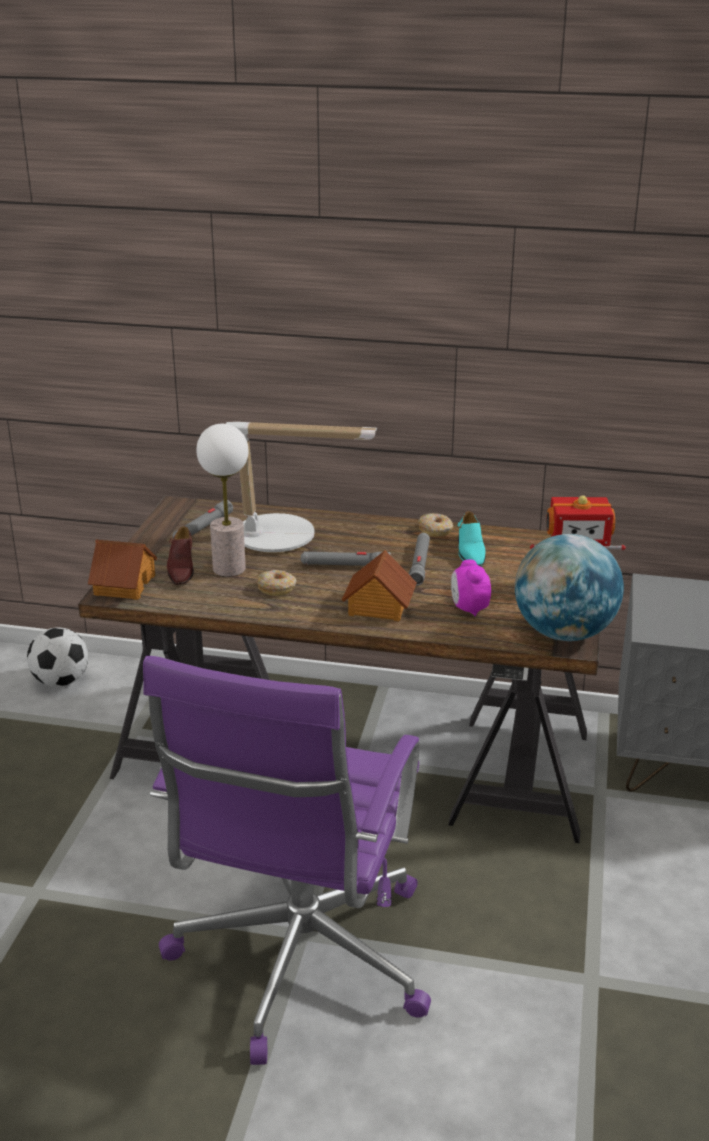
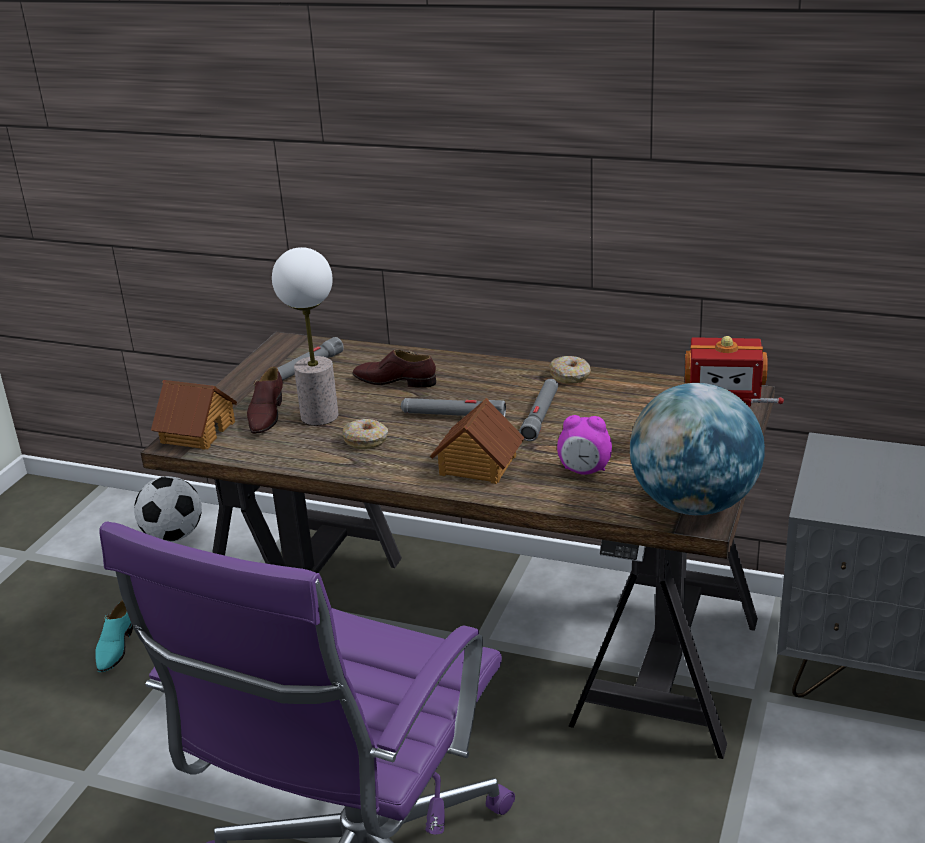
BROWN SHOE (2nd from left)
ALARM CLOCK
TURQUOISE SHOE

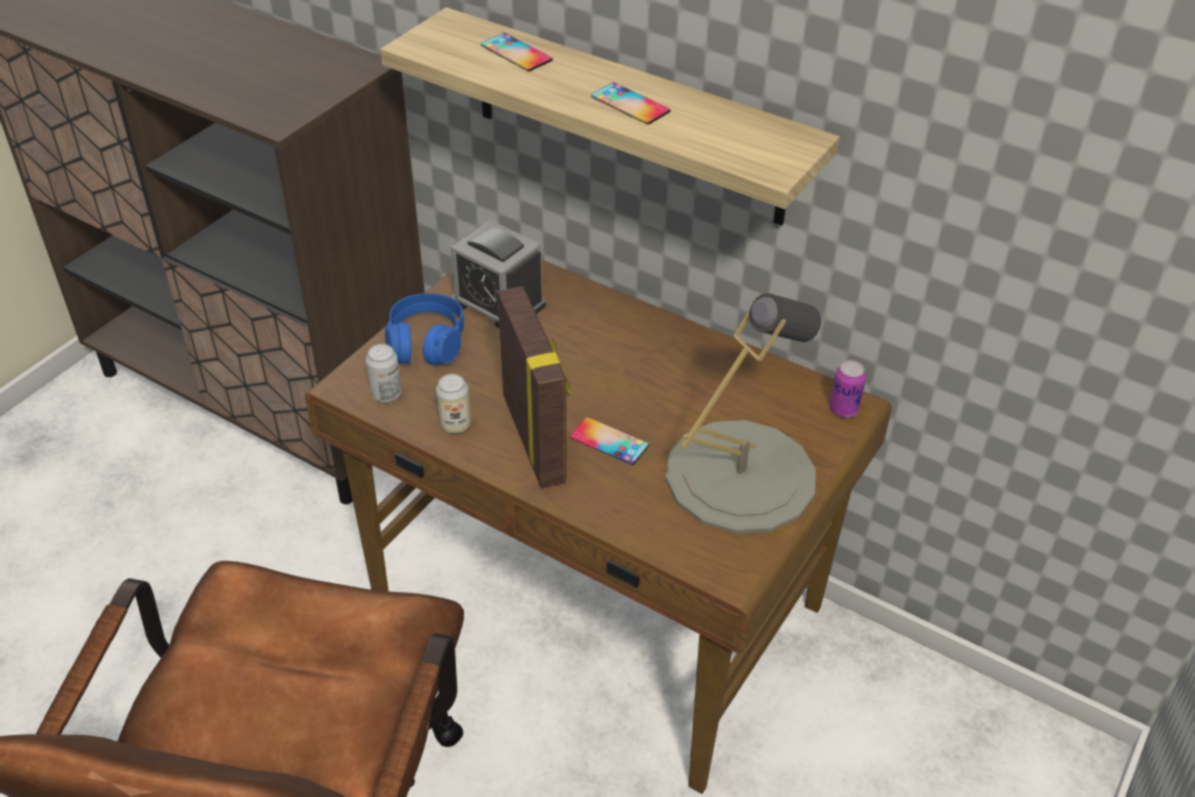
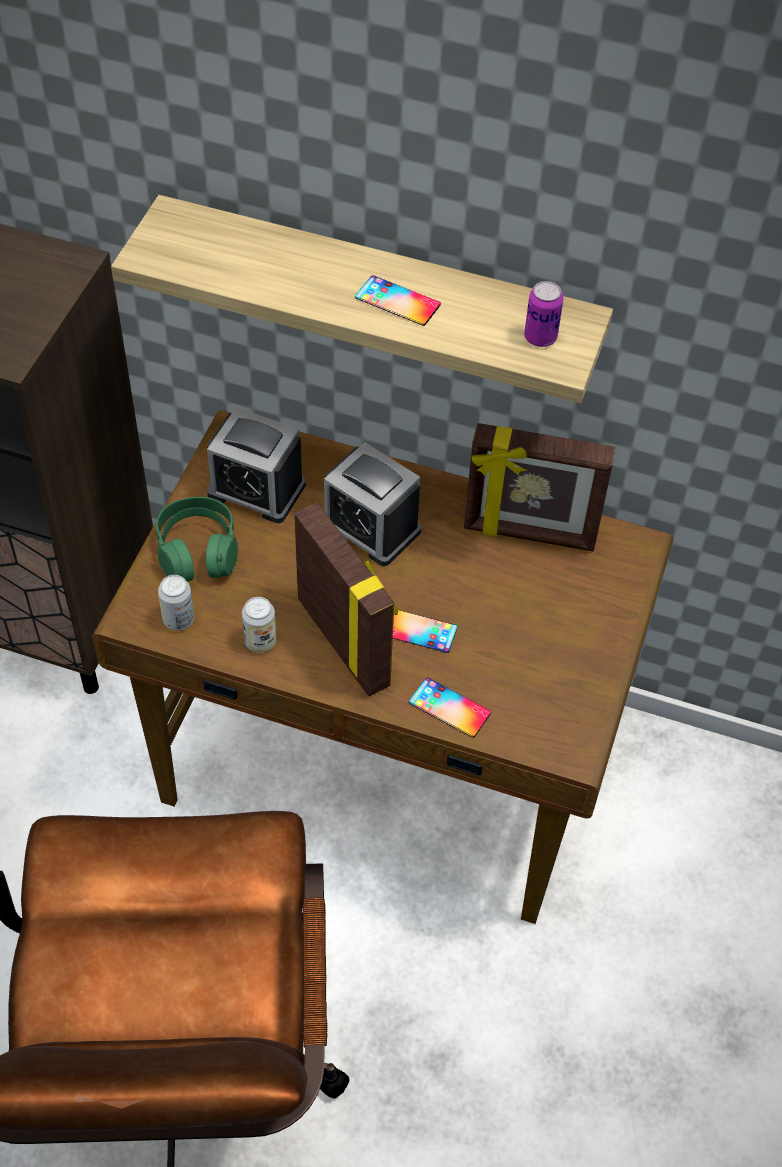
GREEN HEADPHONES
PHONE (3rd from left)
GREY TABLE LAMP
CAN (3rd from left)
ALARM CLOCK (2nd from left)
PICTURE FRAME (2nd from left)

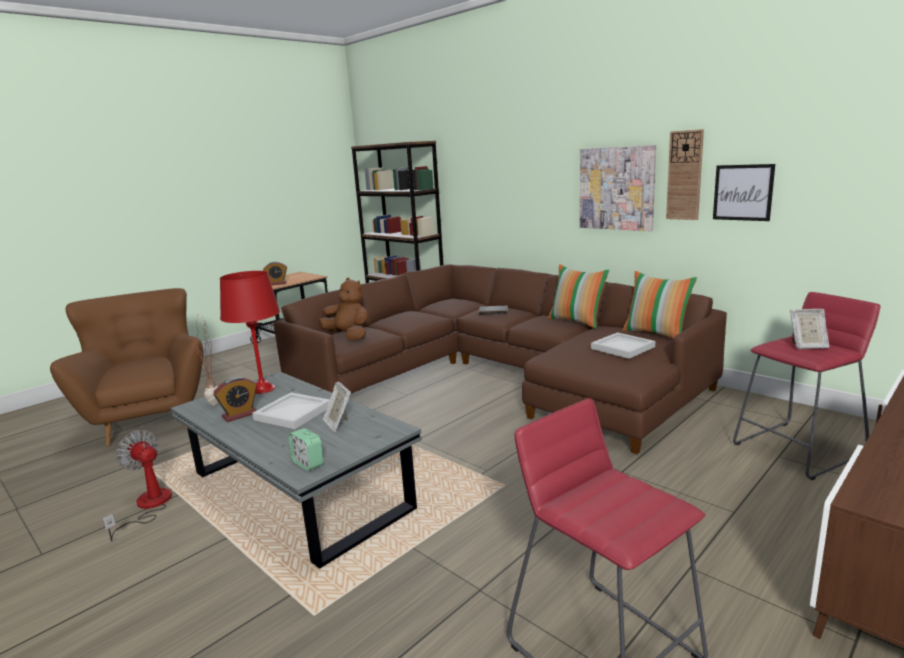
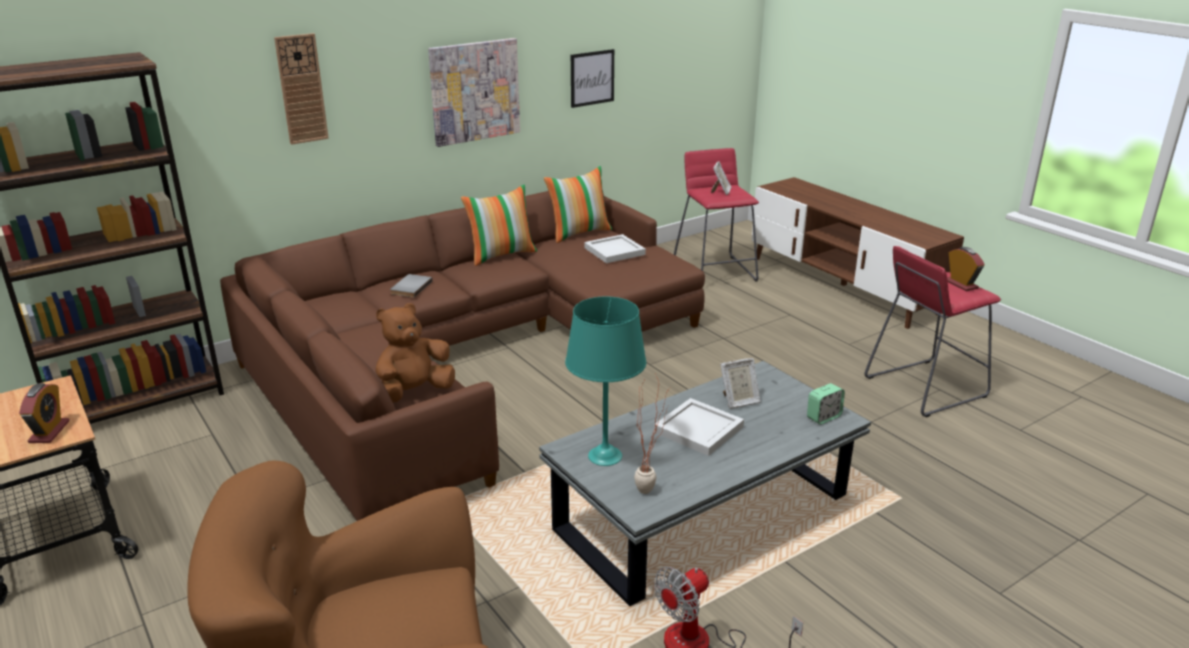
ALARM CLOCK (3rd from left)
TURQUOISE TABLE LAMP
WALL CLOCK

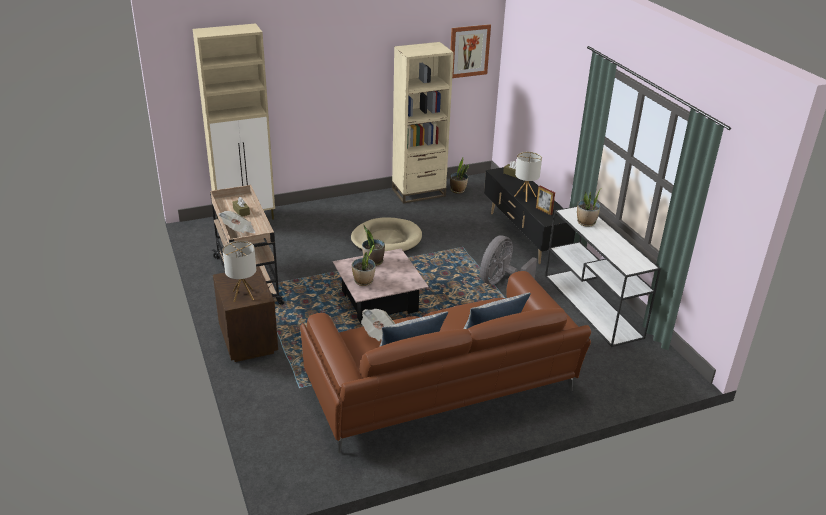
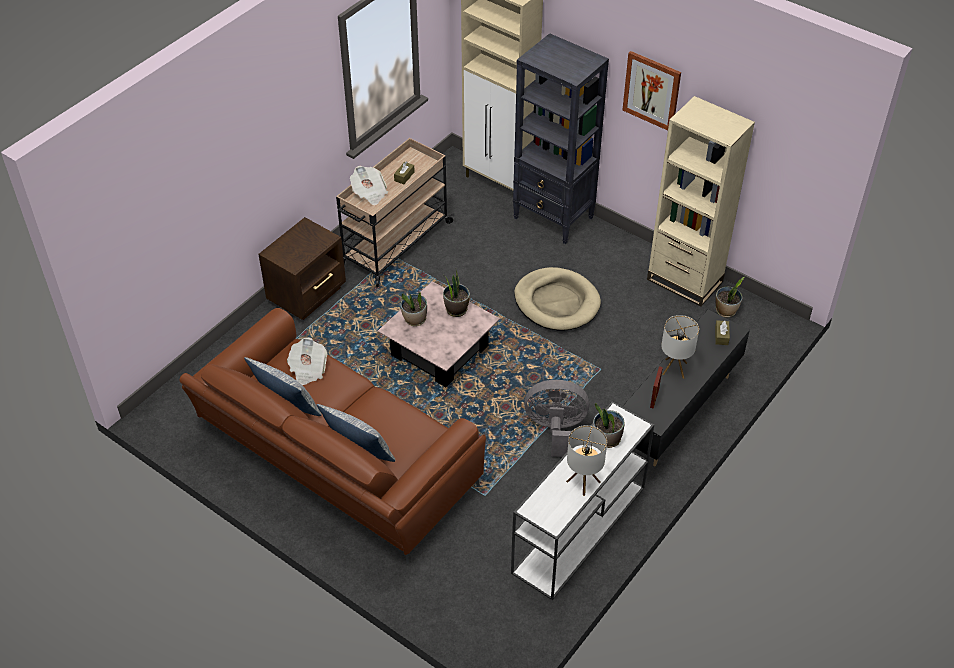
TABLE LAMP (1st from left)
PICTURE
BLACK BOOKCASE

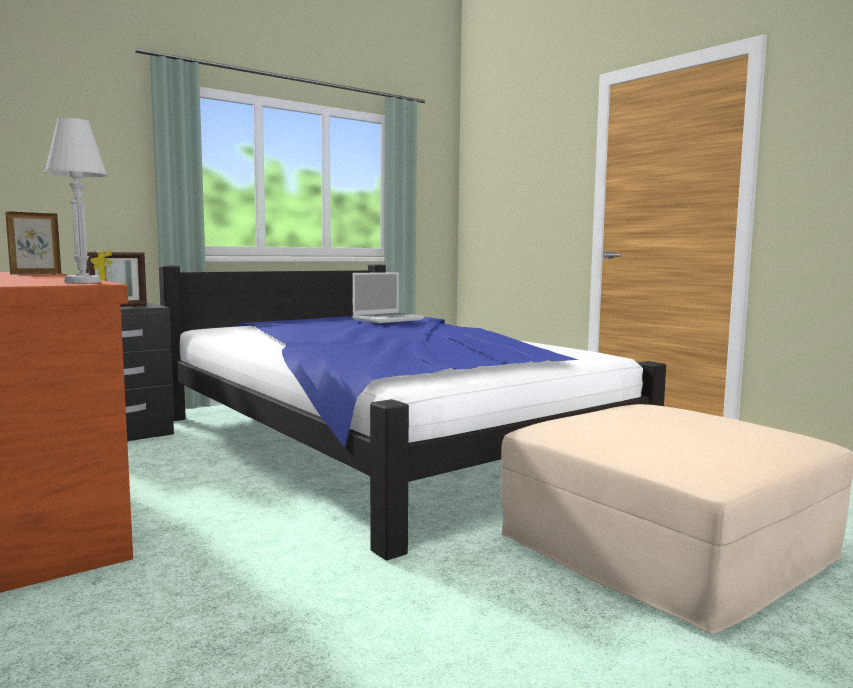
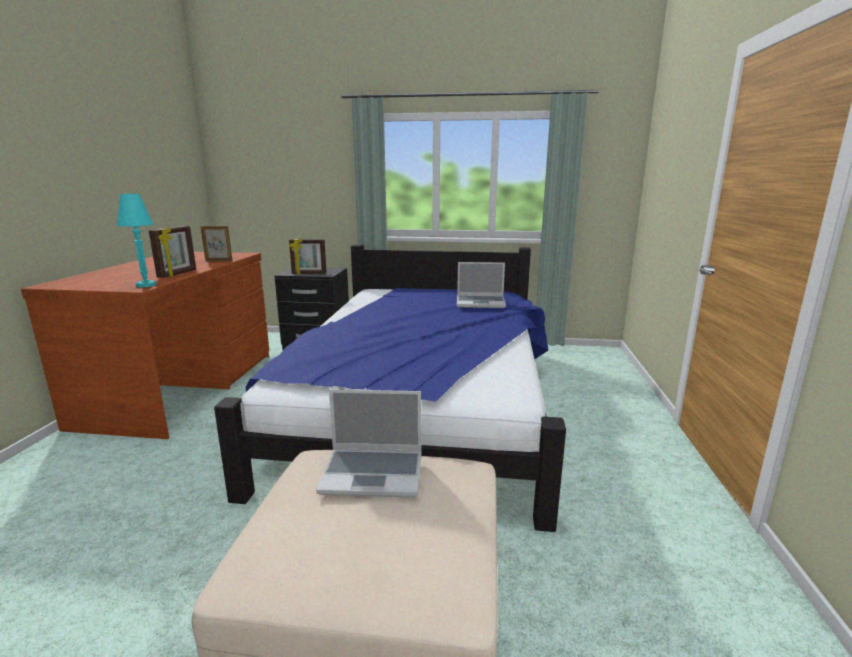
TURQUOISE TABLE LAMP
PICTURE FRAME (1st from left)
LAPTOP (1st from left)

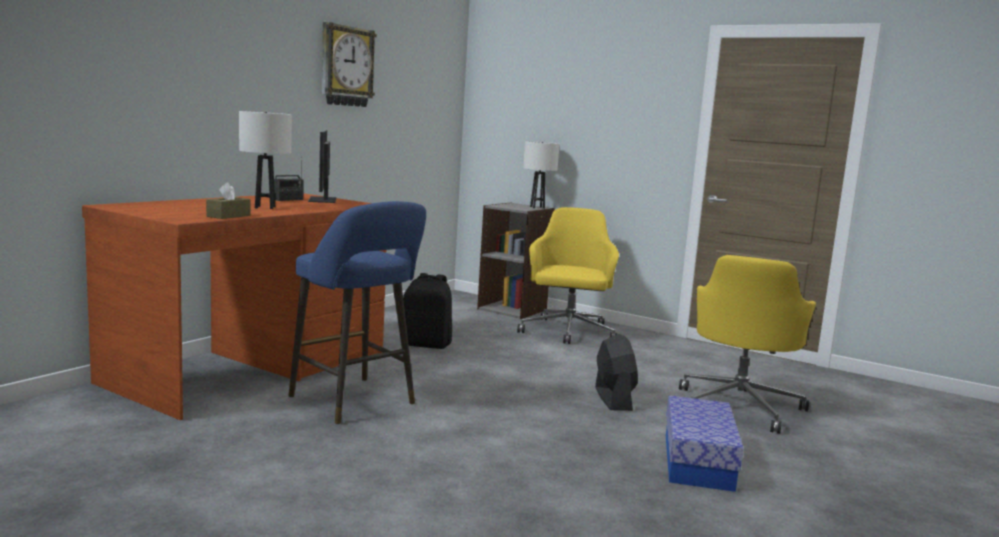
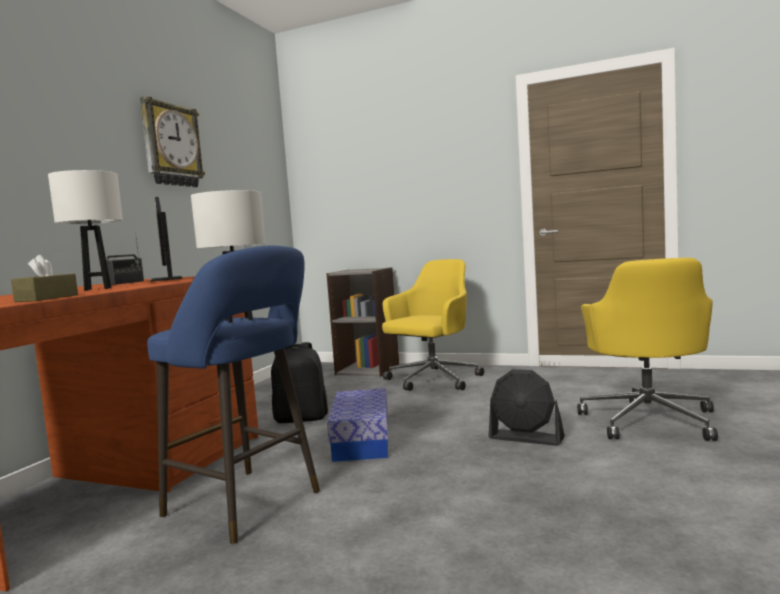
YELLOW OFFICE CHAIR (1st from left)
WHITE TABLE LAMP (2nd from left)
BLACK FAN
STORAGE BOX

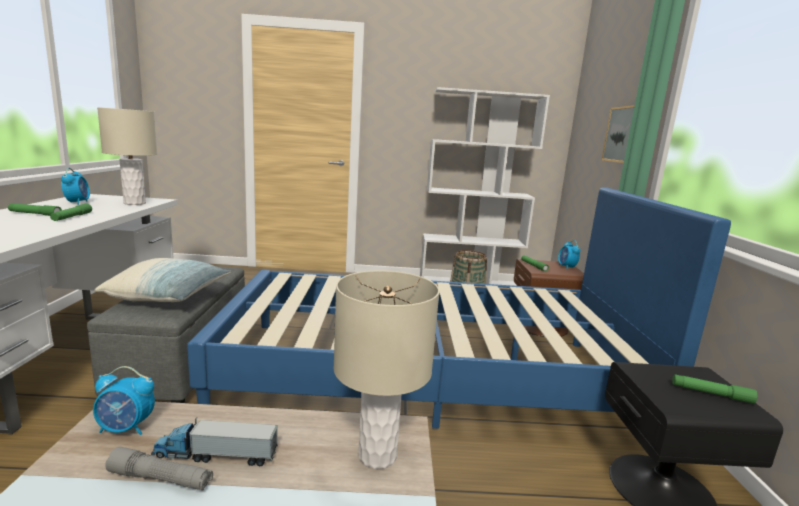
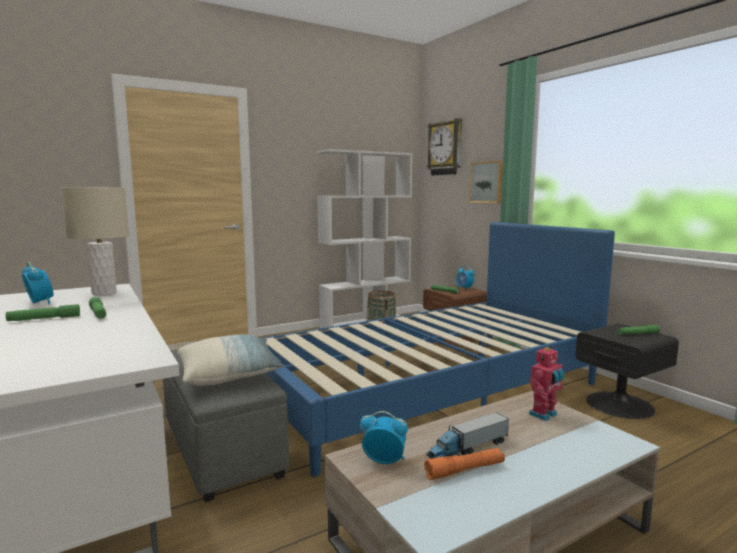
ALARM CLOCK (2nd from left)
ORANGE FLASHLIGHT
TOY ROBOT
WALL CLOCK

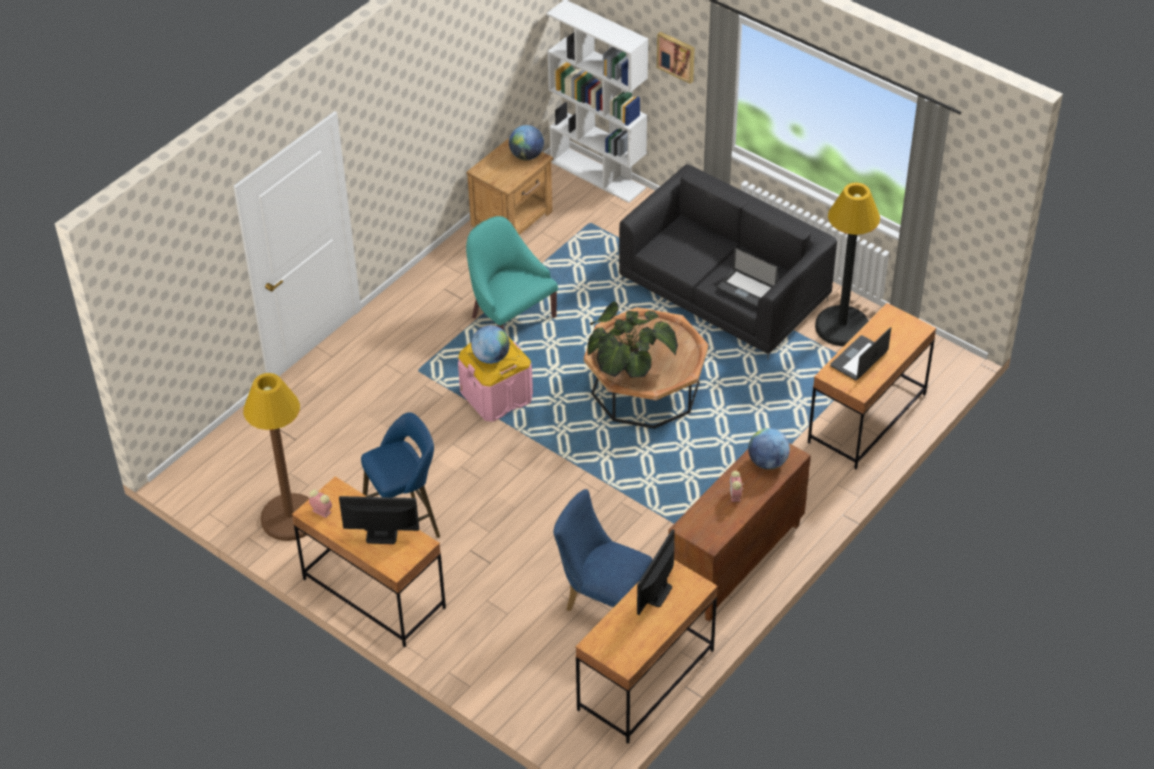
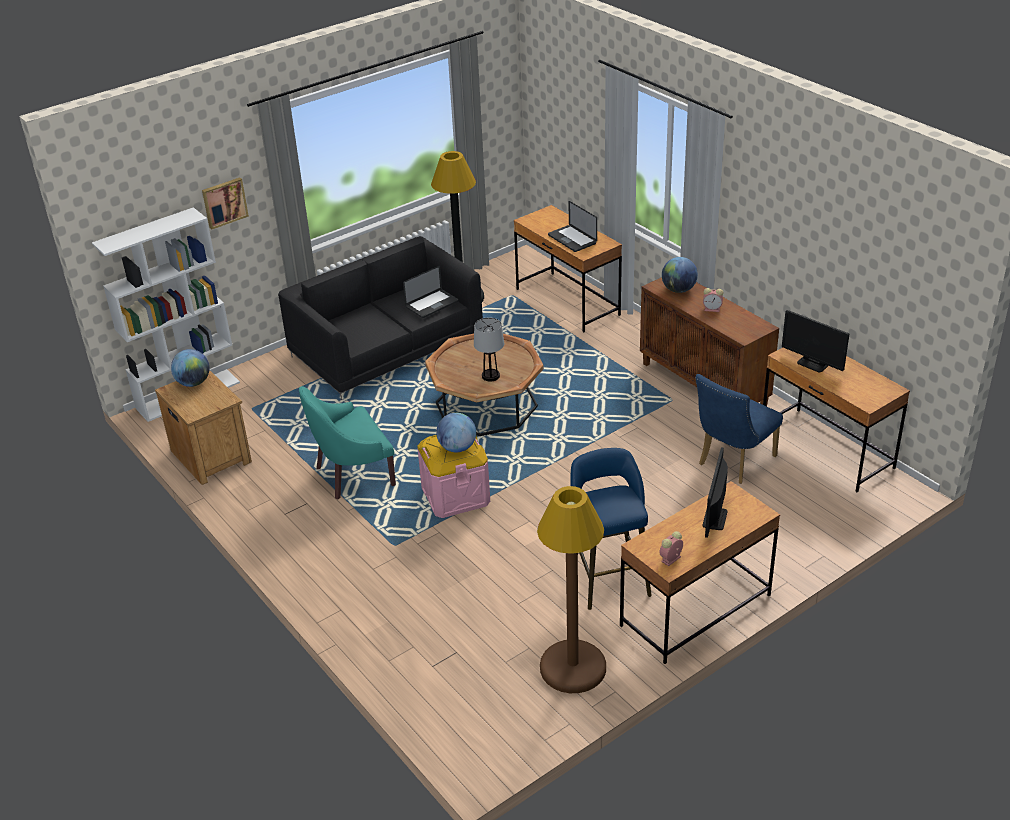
TABLE LAMP

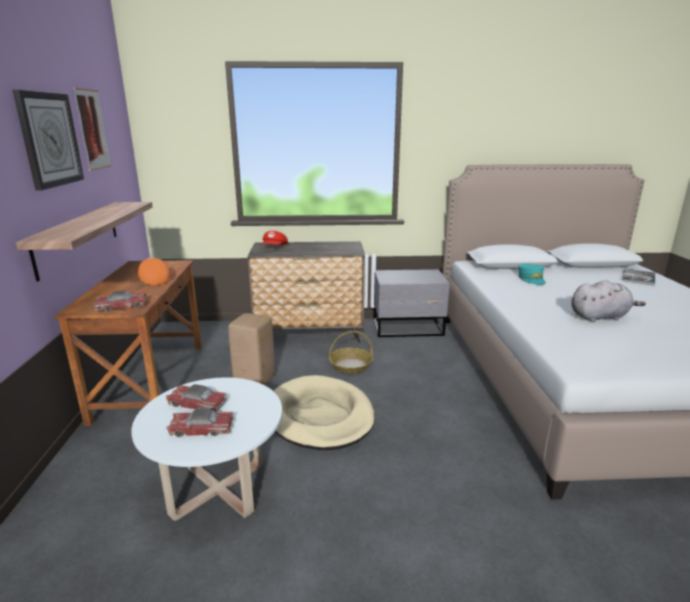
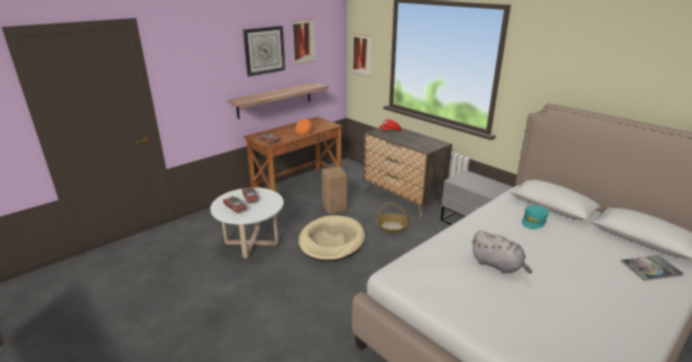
PICTURE (2nd from left)

